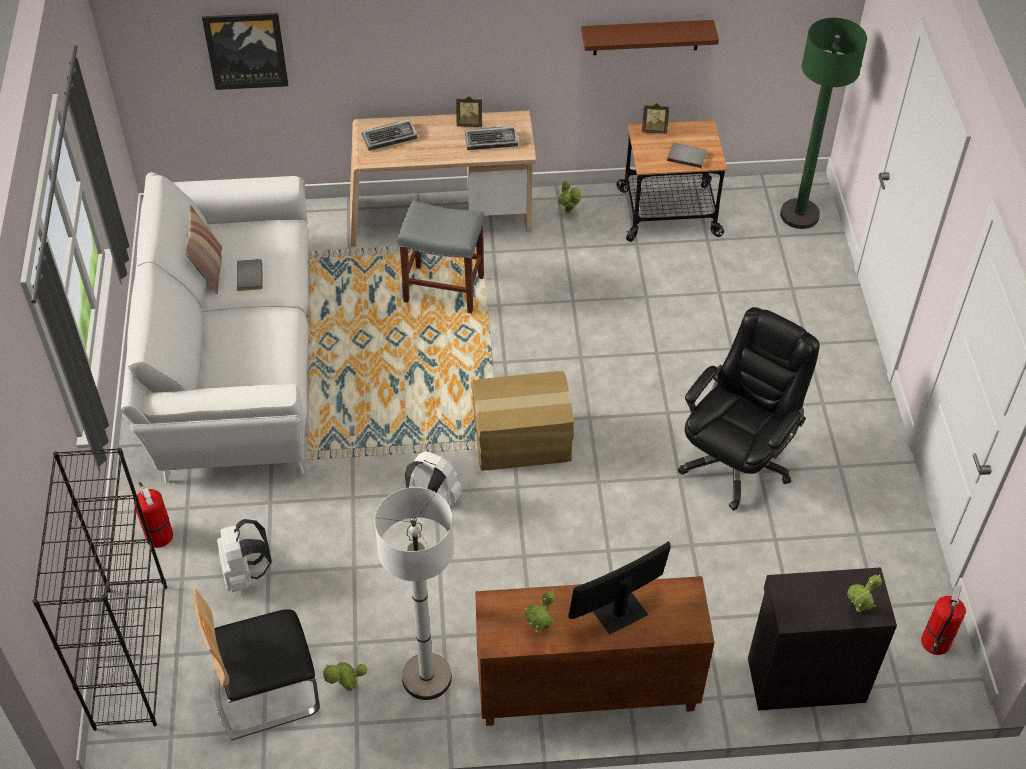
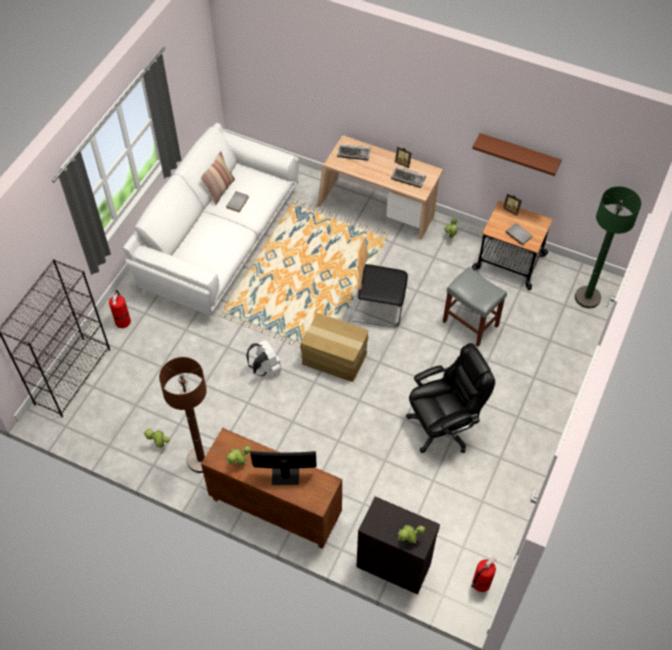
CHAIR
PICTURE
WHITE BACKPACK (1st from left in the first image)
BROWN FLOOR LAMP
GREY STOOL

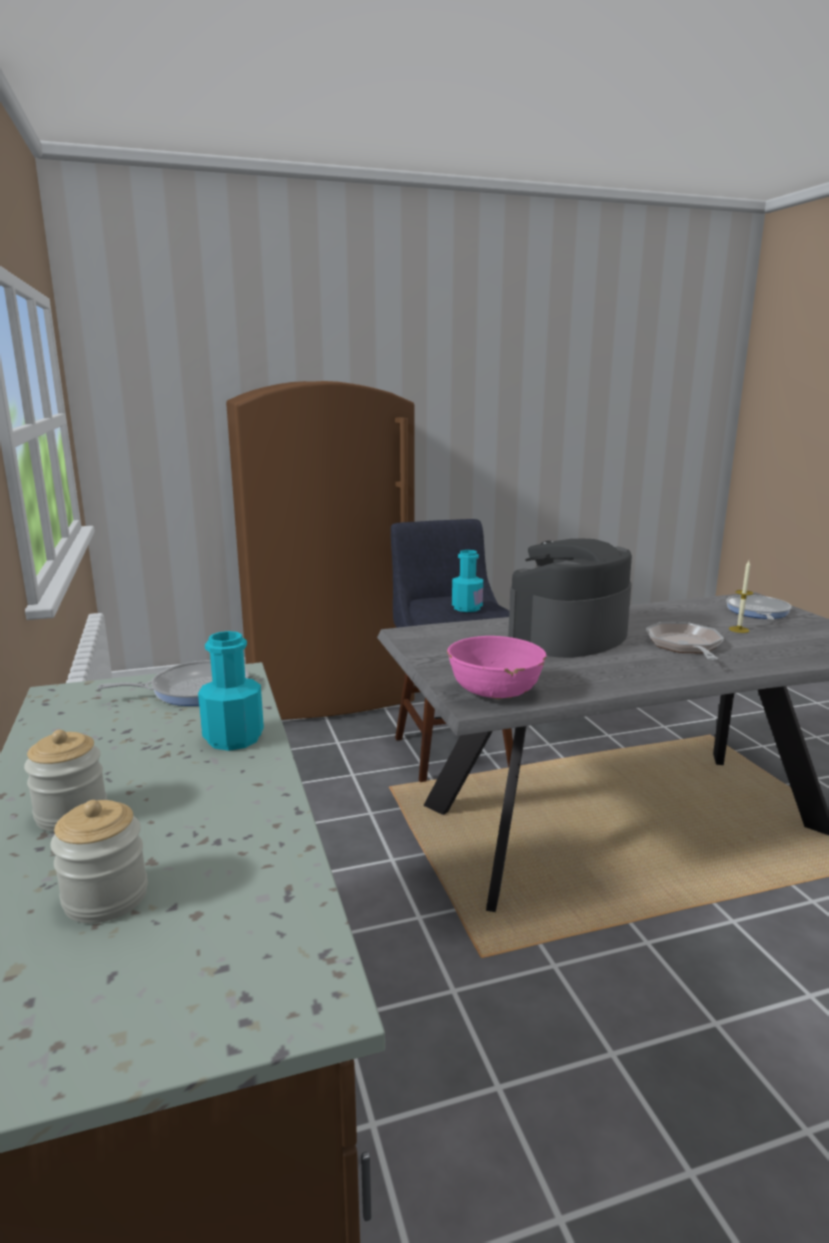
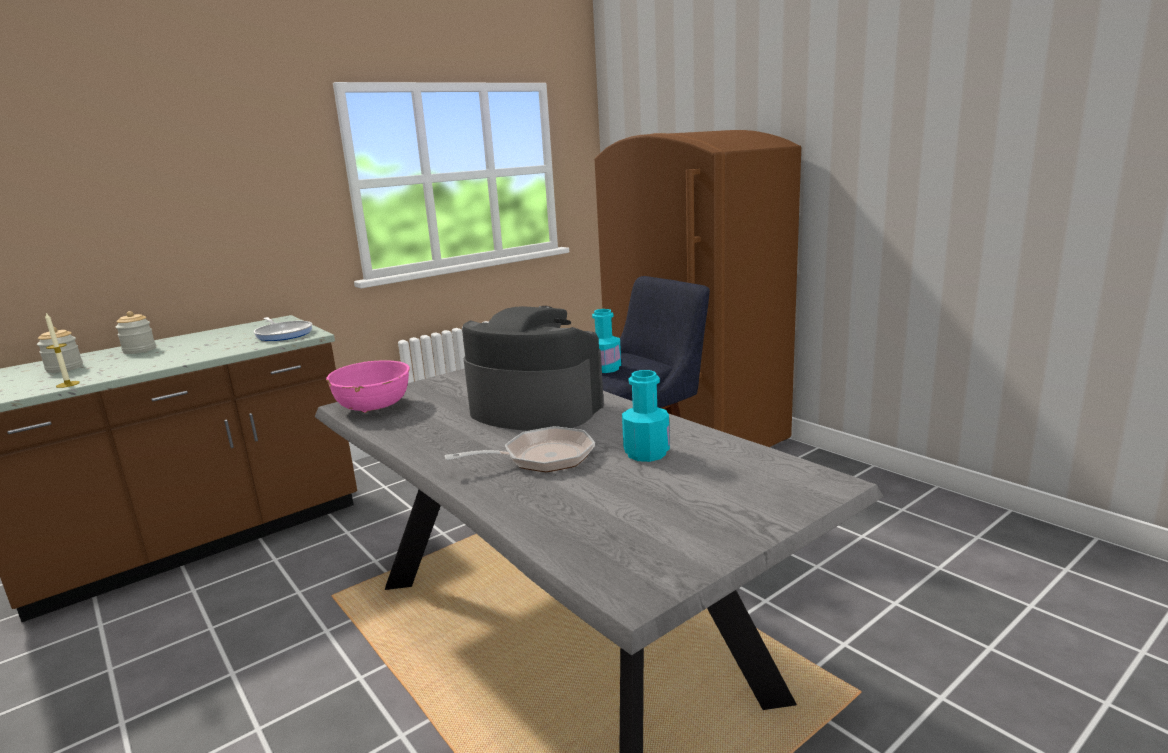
TURQUOISE BOTTLE (2nd from left)
FRYING PAN (3rd from left in the first image)
CANDLE

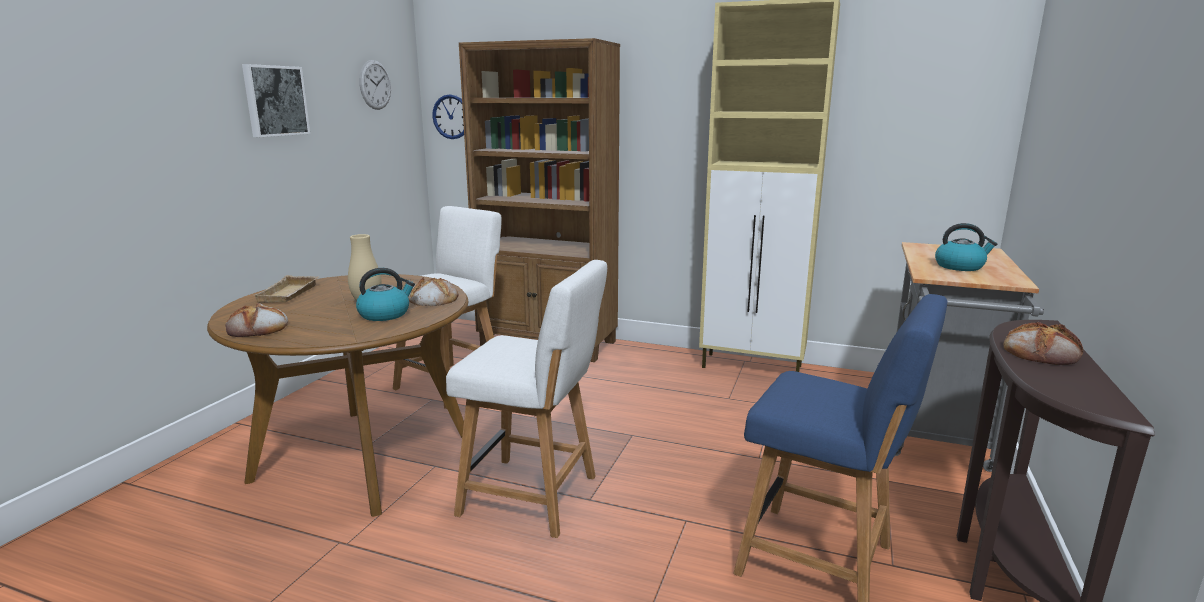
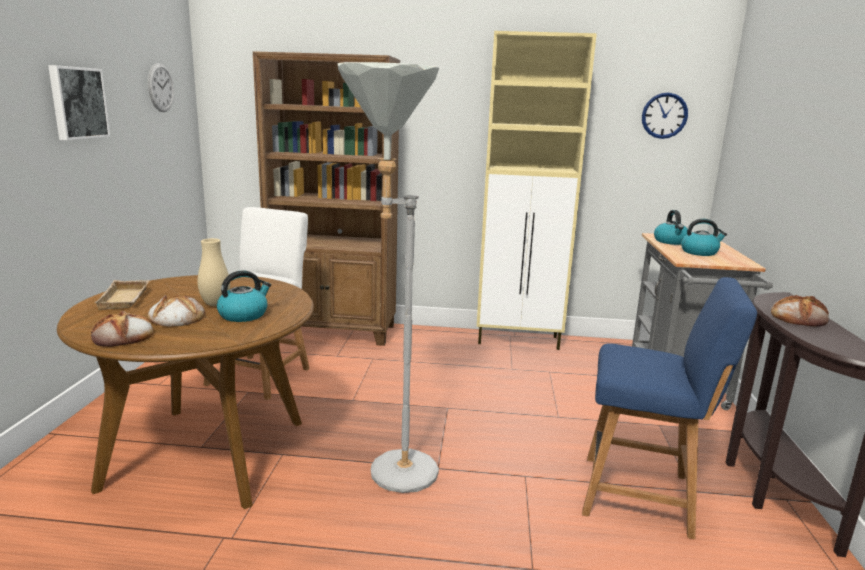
BREAD (2nd from left)
WALL CLOCK (2nd from left)
GREY FLOOR LAMP
KETTLE (2nd from left)

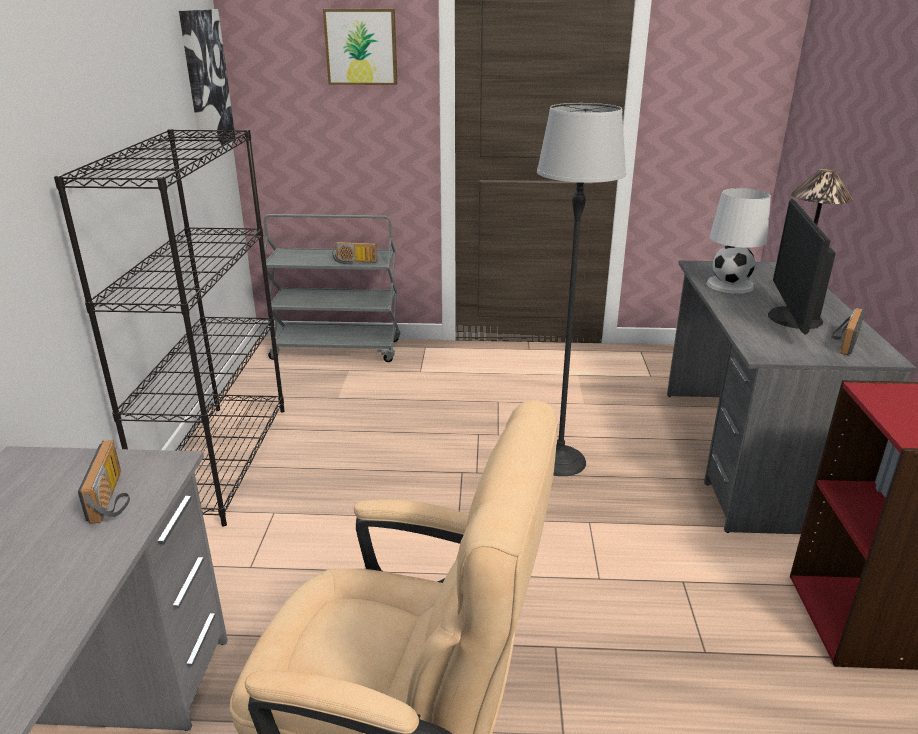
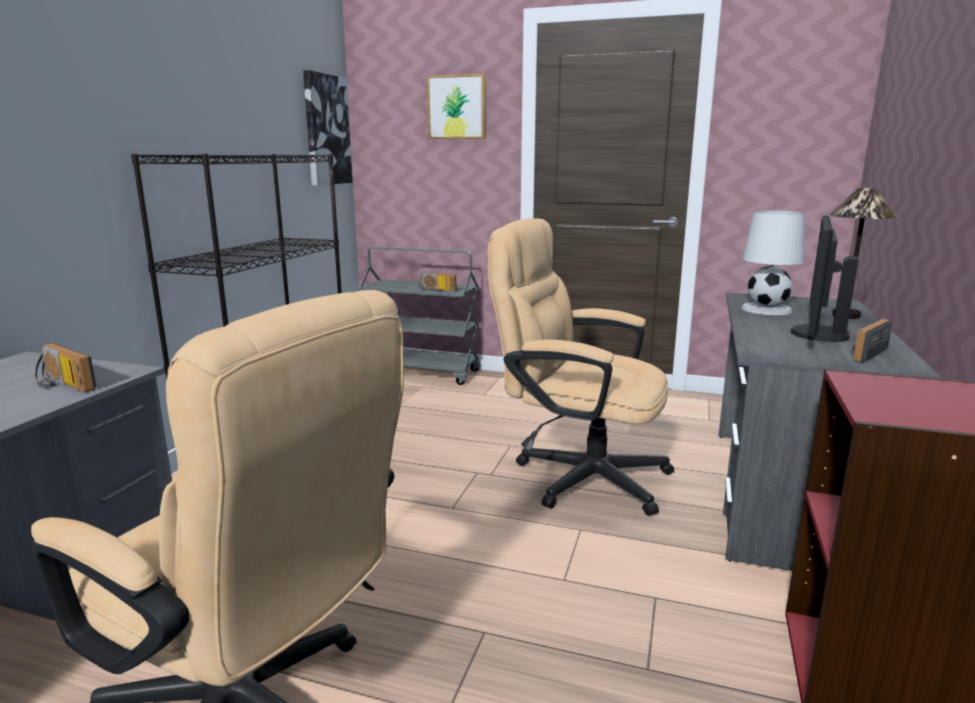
RADIO (1st from left)
BEIGE OFFICE CHAIR (2nd from left)

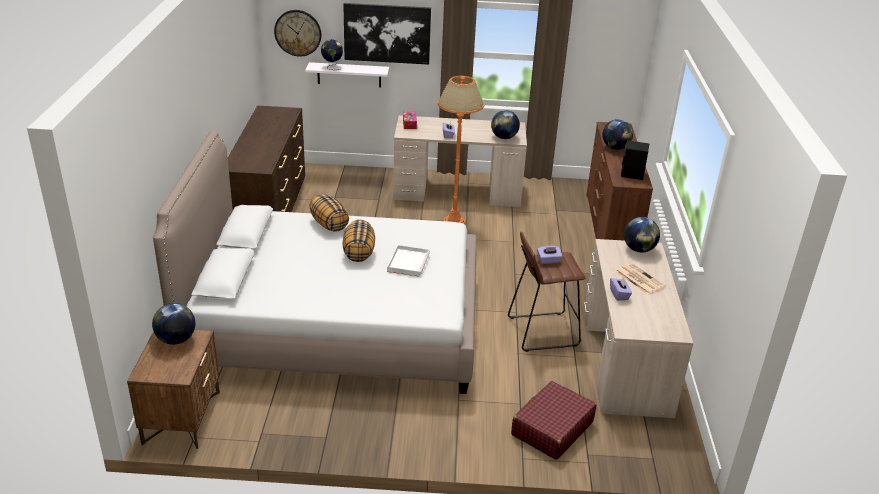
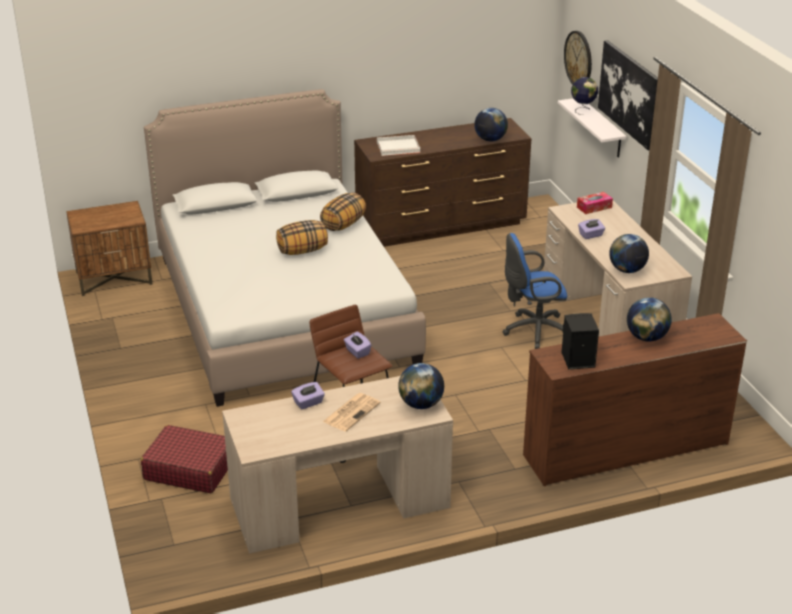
GLOBE (2nd from left)
WHITE TRAY
BLUE OFFICE CHAIR

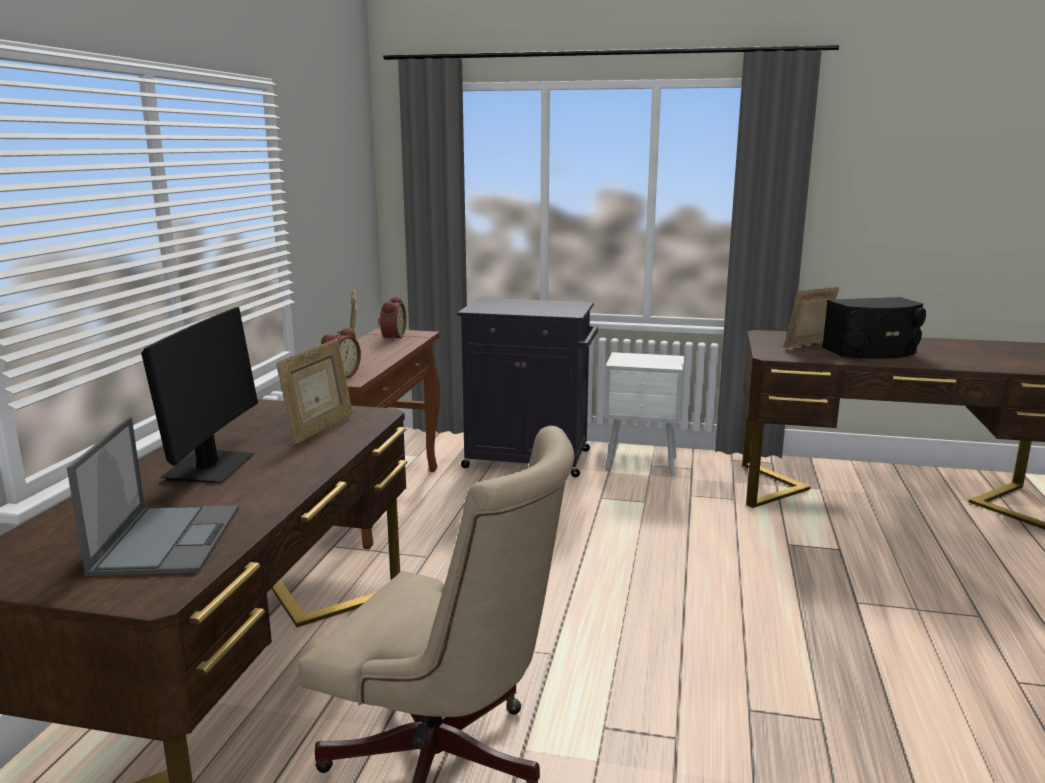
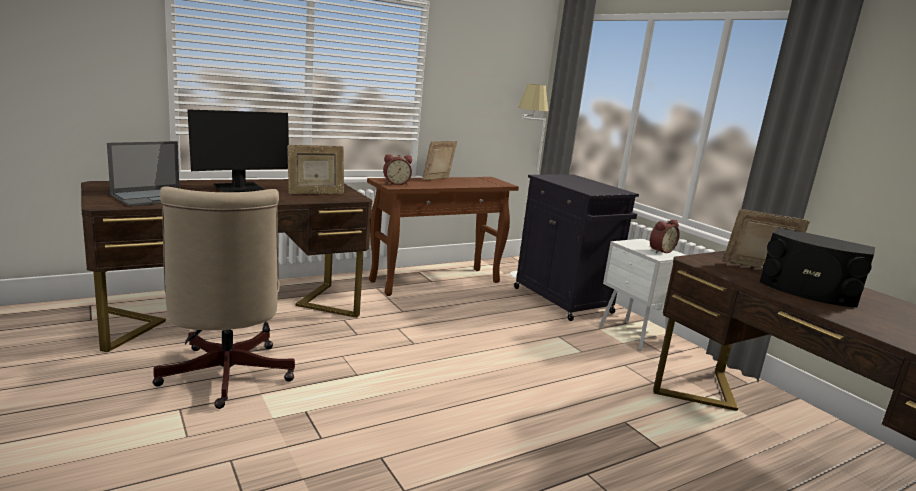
ALARM CLOCK (2nd from left)
WHITE FLOOR LAMP

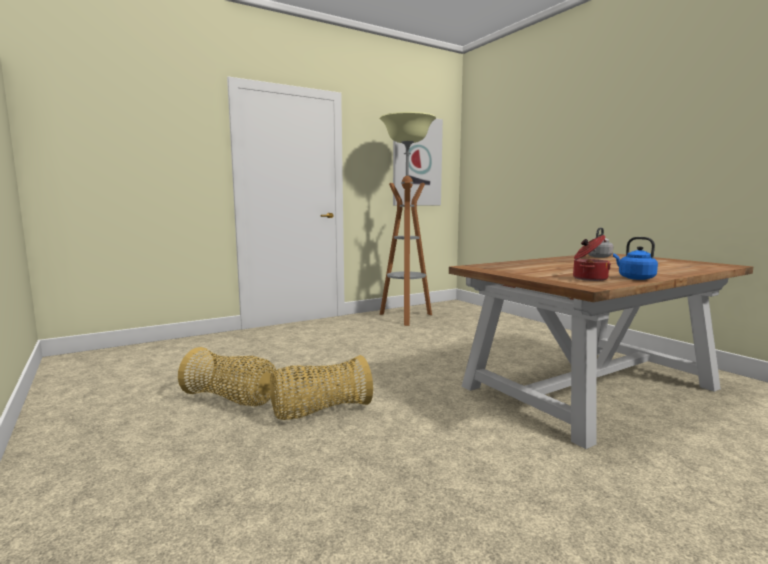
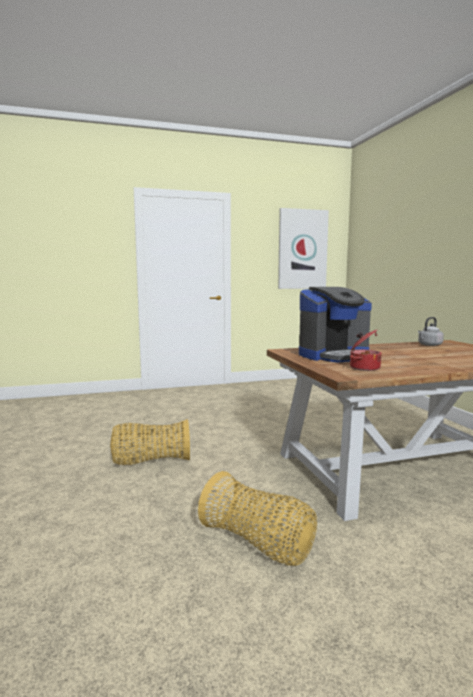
BASKET (2nd from left)
FLOOR LAMP
BLUE KETTLE
COFFEE MACHINE

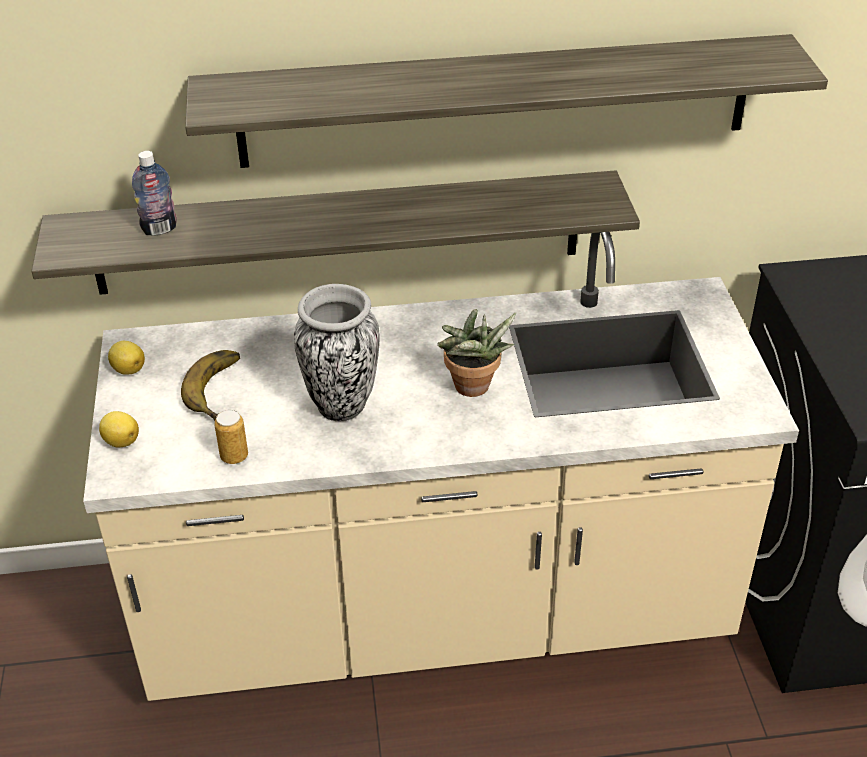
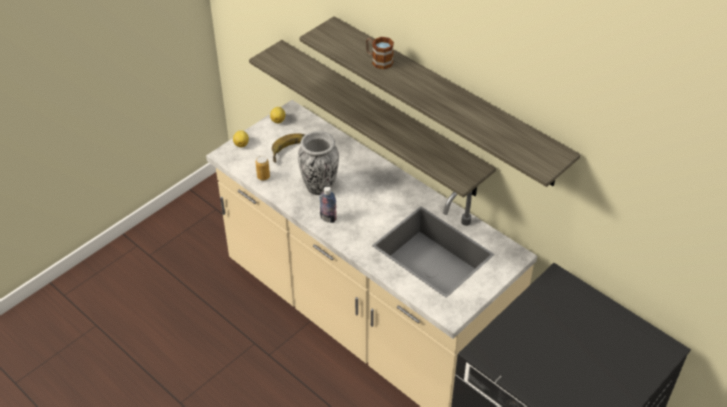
BOTTLE
POTTED PLANT
MUG

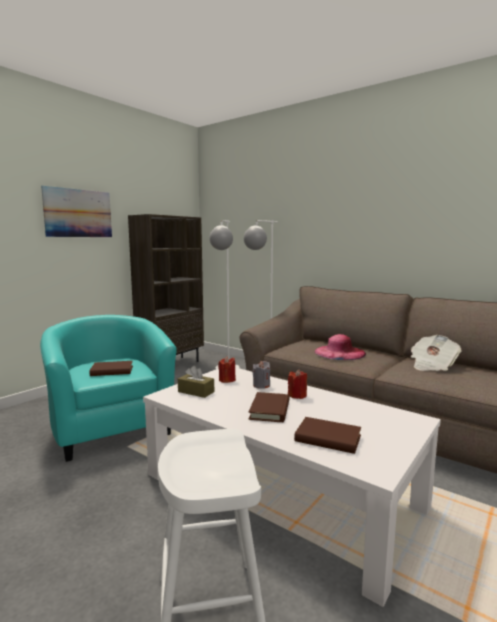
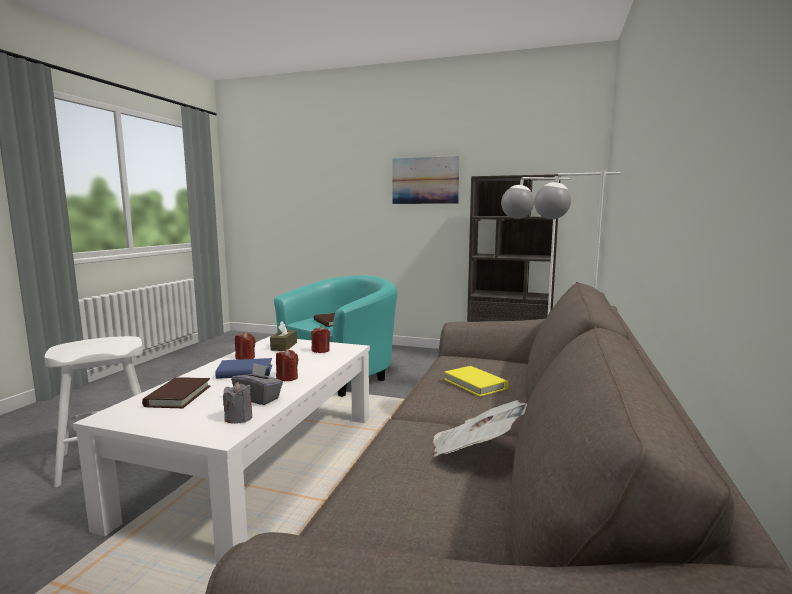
BLUE BOOK
GREY CANDLE
YELLOW BOOK
GREY TISSUE BOX
RED CANDLE (1st from left)

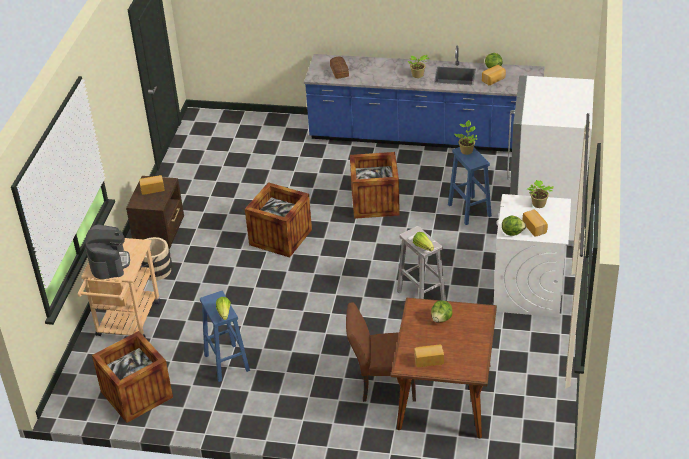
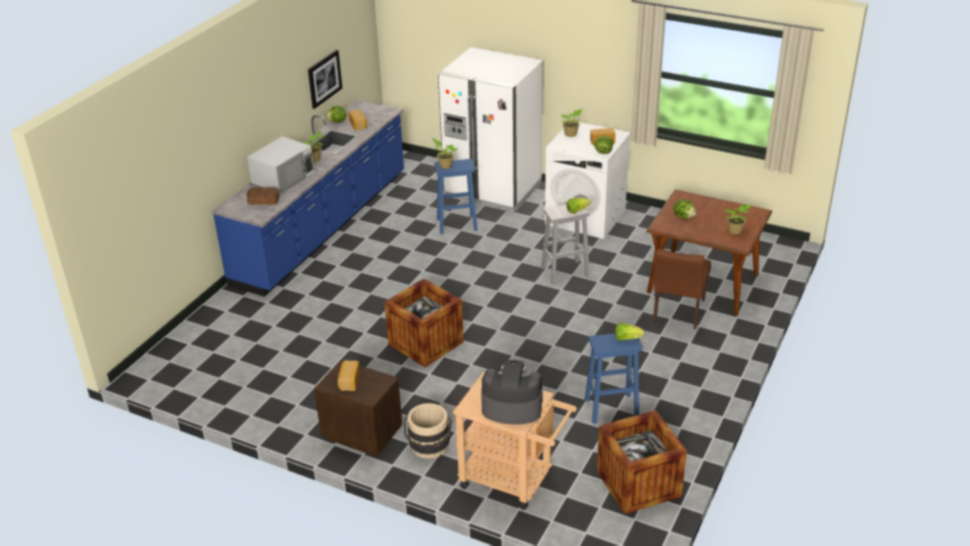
CRATE (3rd from left in the first image)
POTTED PLANT (4th from left)
WHITE MICROWAVE
PICTURE

